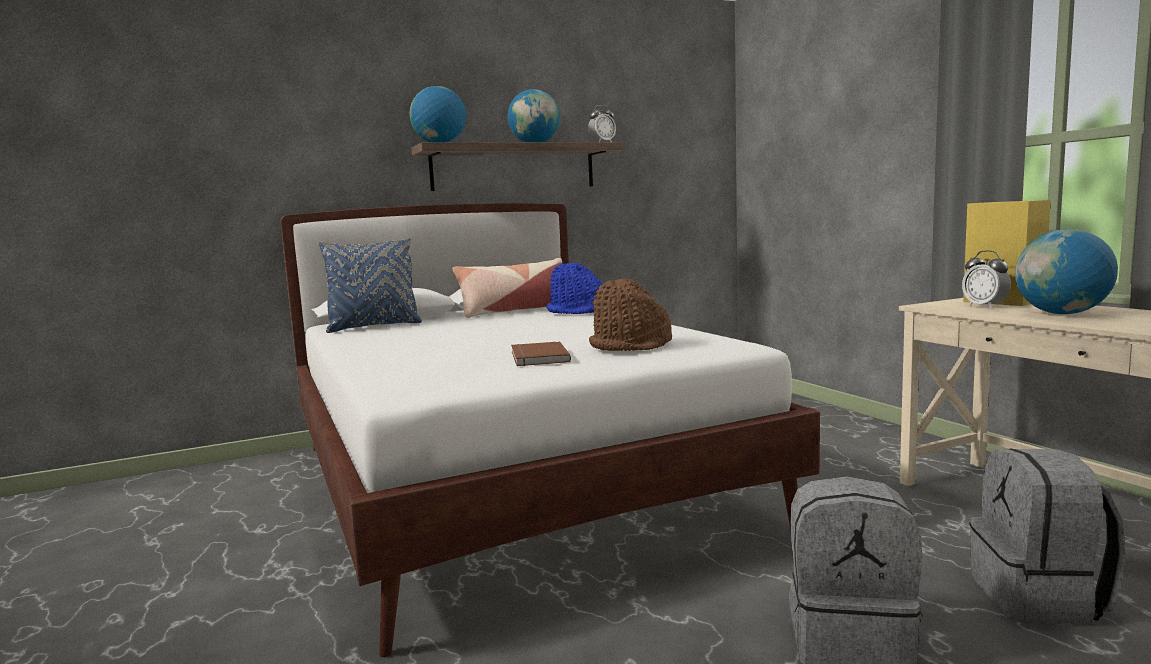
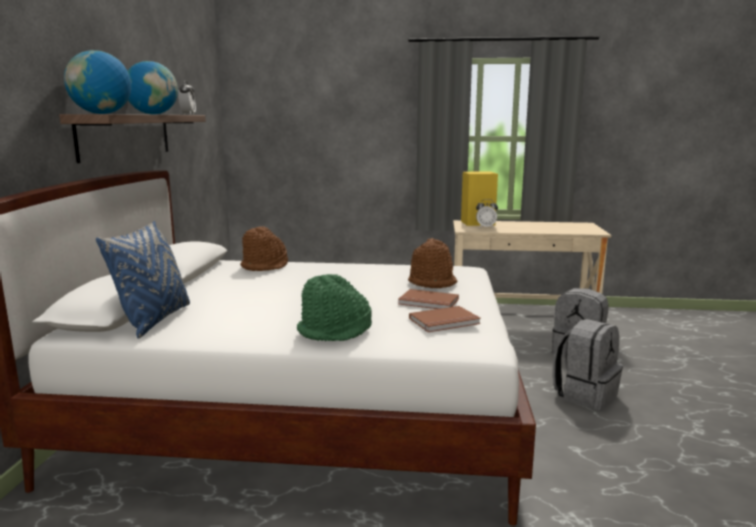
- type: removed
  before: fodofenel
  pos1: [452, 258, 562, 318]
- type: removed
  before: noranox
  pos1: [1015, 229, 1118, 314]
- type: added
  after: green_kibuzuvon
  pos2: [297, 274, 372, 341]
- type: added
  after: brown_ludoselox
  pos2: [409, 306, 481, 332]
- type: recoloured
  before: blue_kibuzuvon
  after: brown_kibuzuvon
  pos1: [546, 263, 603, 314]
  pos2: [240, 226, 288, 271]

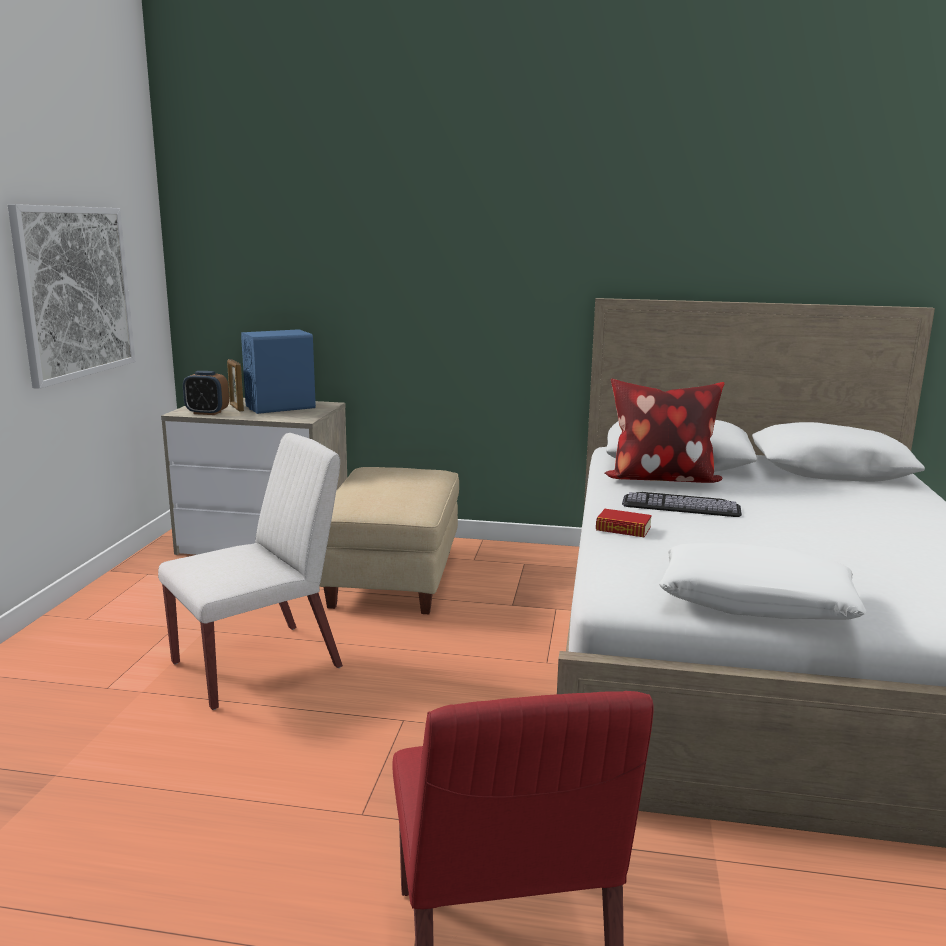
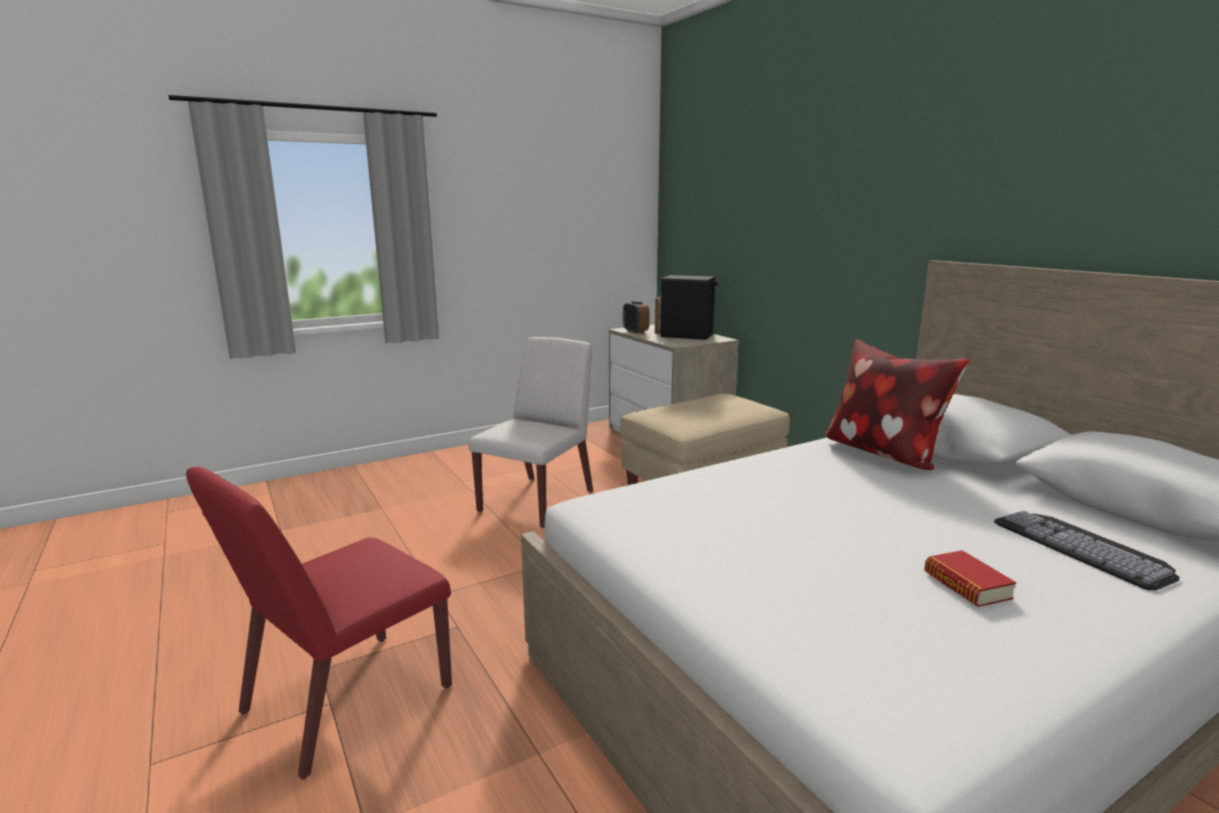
- type: removed
  before: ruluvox
  pos1: [8, 204, 135, 389]
- type: removed
  before: white_fodofenel
  pos1: [659, 543, 866, 620]
- type: moved
  before: ludoselox
  pos1: [596, 509, 652, 537]
  pos2: [924, 550, 1016, 607]
- type: moved
  before: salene
  pos1: [622, 492, 742, 517]
  pos2: [994, 511, 1179, 590]
- type: recoloured
  before: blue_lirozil
  after: black_lirozil
  pos1: [241, 329, 316, 414]
  pos2: [660, 275, 718, 340]
- type: turned
  before: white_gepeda
  pos1: [158, 433, 343, 710]
  pos2: [469, 337, 593, 528]
  turn: -75

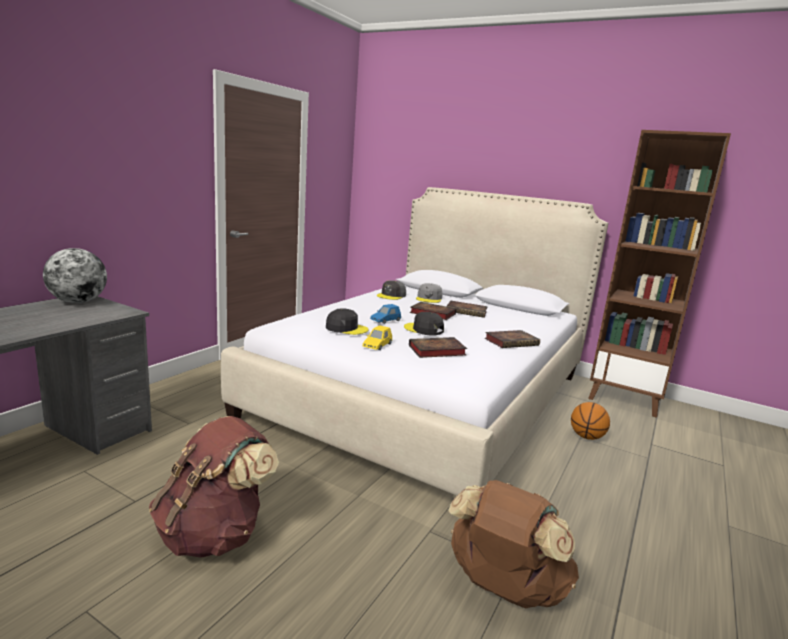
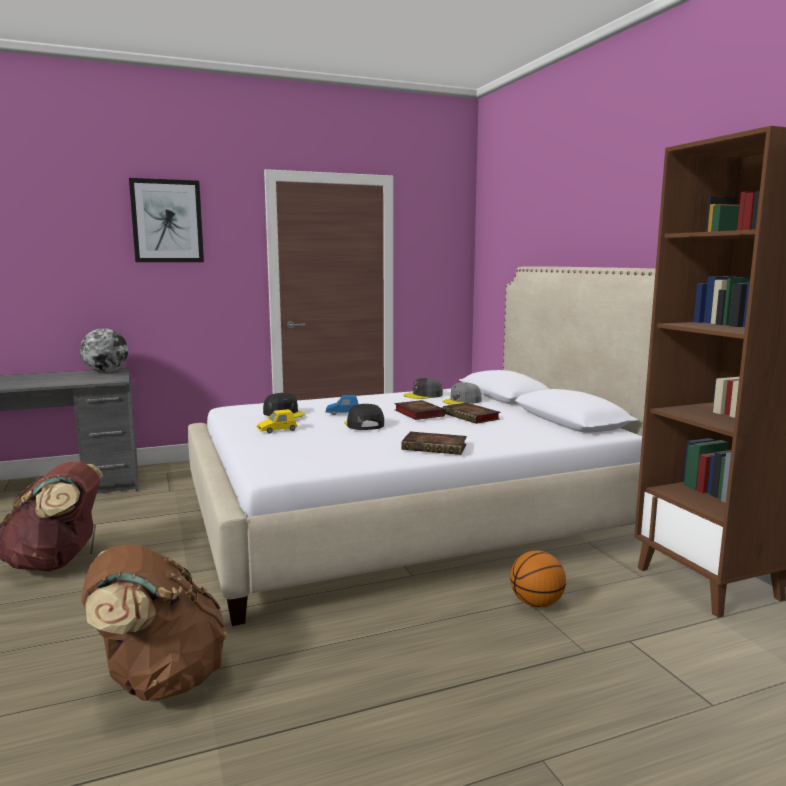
- type: removed
  before: ludoselox
  pos1: [409, 337, 467, 358]
- type: added
  after: ruluvox
  pos2: [129, 178, 204, 262]

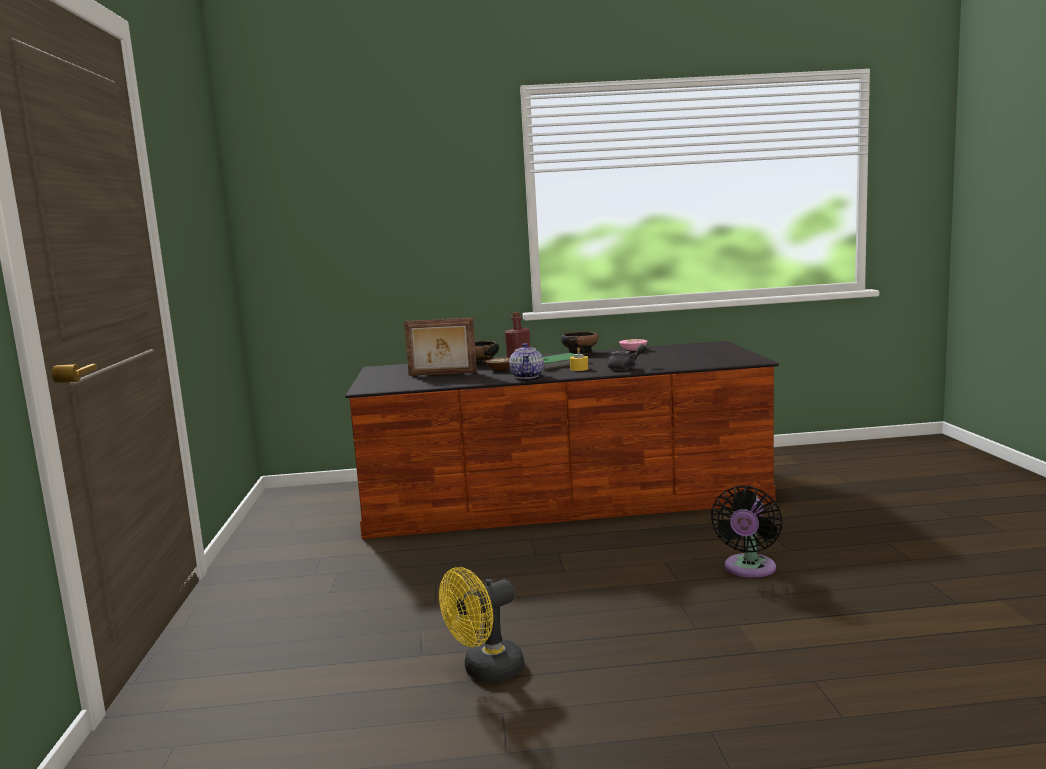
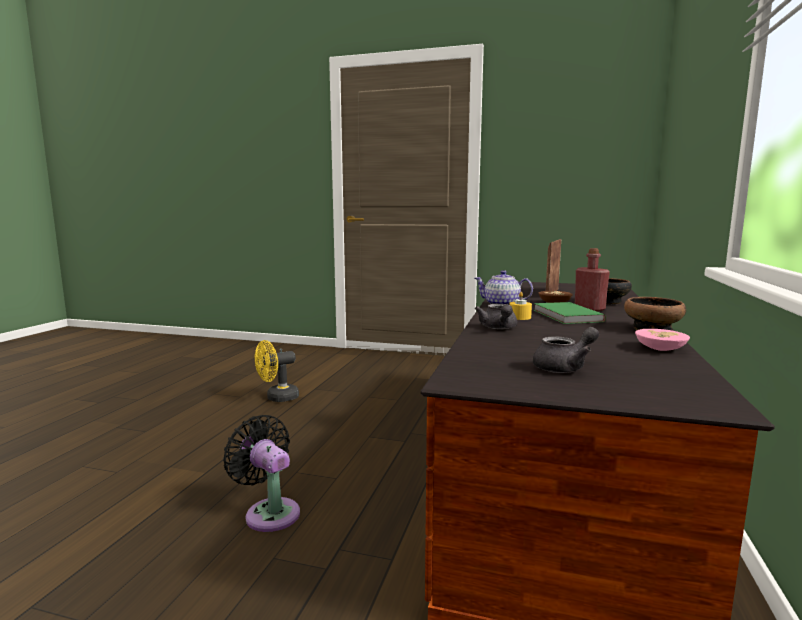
- type: added
  after: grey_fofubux
  pos2: [533, 327, 599, 373]
- type: turned
  before: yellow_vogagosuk
  pos1: [439, 567, 524, 682]
  pos2: [255, 340, 299, 402]
  turn: -105

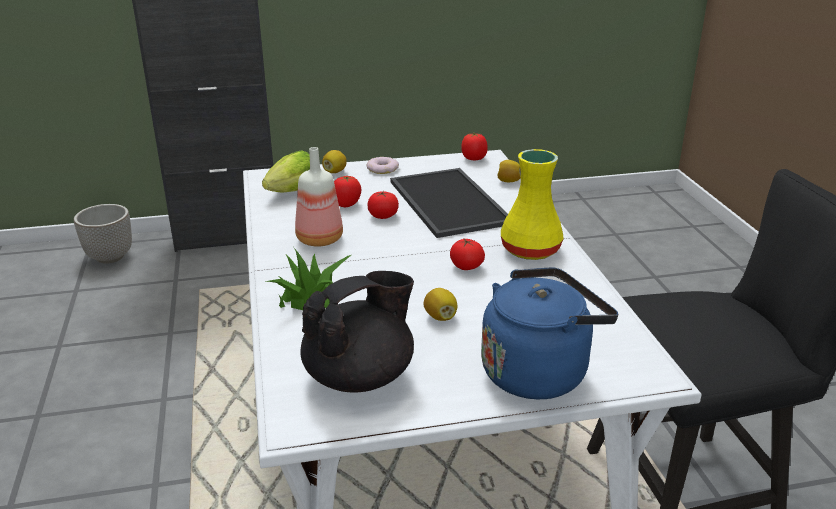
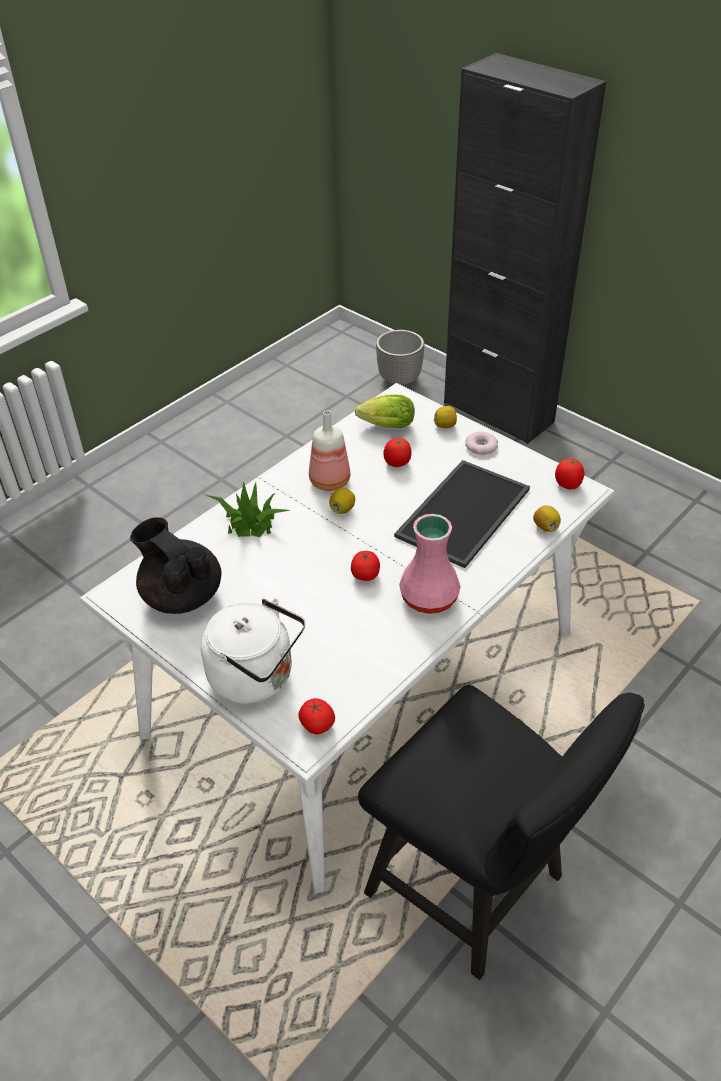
- type: moved
  before: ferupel
  pos1: [368, 191, 399, 219]
  pos2: [298, 698, 335, 735]
- type: moved
  before: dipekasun
  pos1: [424, 288, 457, 321]
  pos2: [329, 488, 355, 514]
- type: recoloured
  before: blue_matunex
  after: white_matunex
  pos1: [481, 267, 618, 399]
  pos2: [201, 598, 305, 704]
- type: recoloured
  before: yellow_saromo
  after: pink_saromo
  pos1: [501, 149, 564, 260]
  pos2: [399, 514, 460, 614]
- type: turned
  before: black_fofubux
  pos1: [300, 271, 414, 393]
  pos2: [130, 517, 222, 614]
  turn: -150

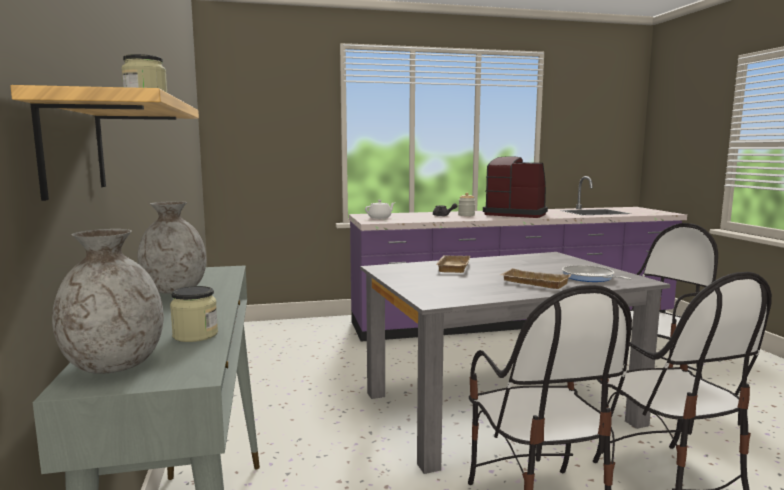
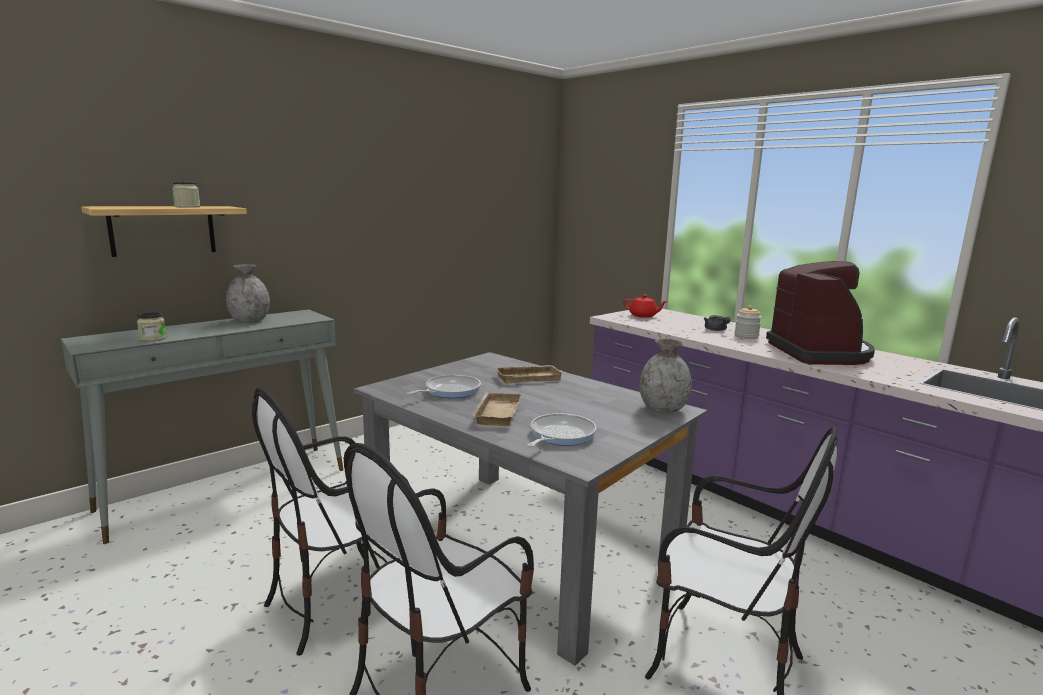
- type: added
  after: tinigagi
  pos2: [407, 375, 481, 398]
- type: moved
  before: grey_saromo
  pos1: [52, 229, 164, 374]
  pos2: [640, 338, 692, 413]
- type: recoloured
  before: white_fofubux
  after: red_fofubux
  pos1: [365, 200, 395, 219]
  pos2: [623, 294, 668, 318]

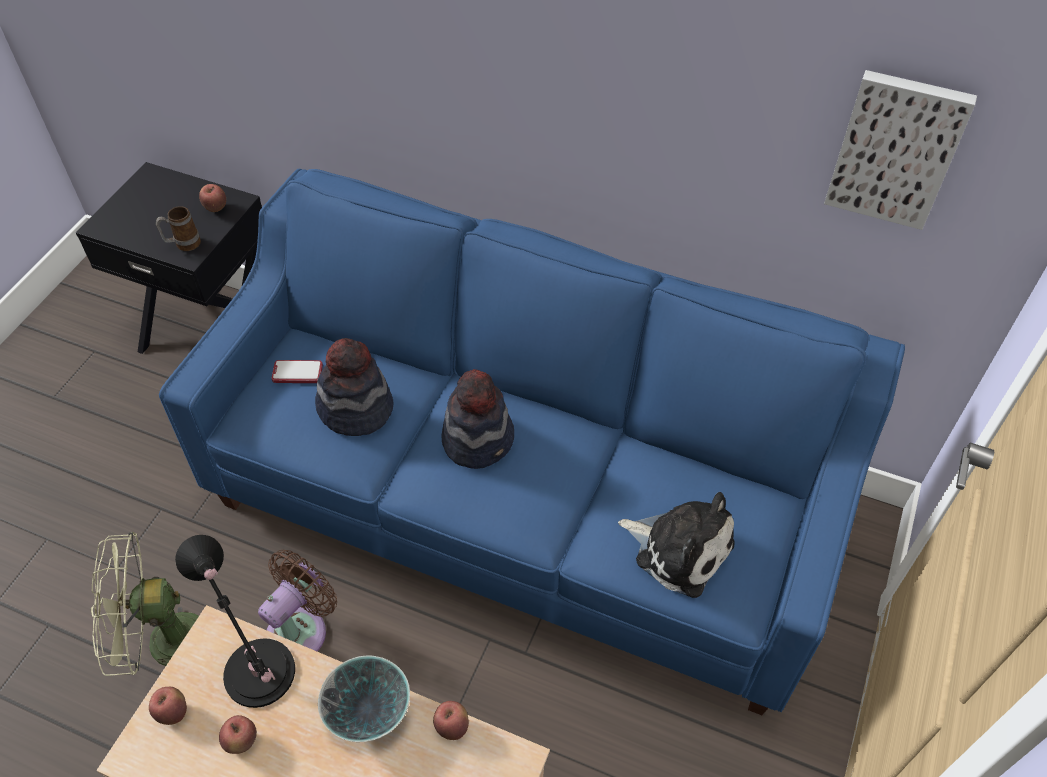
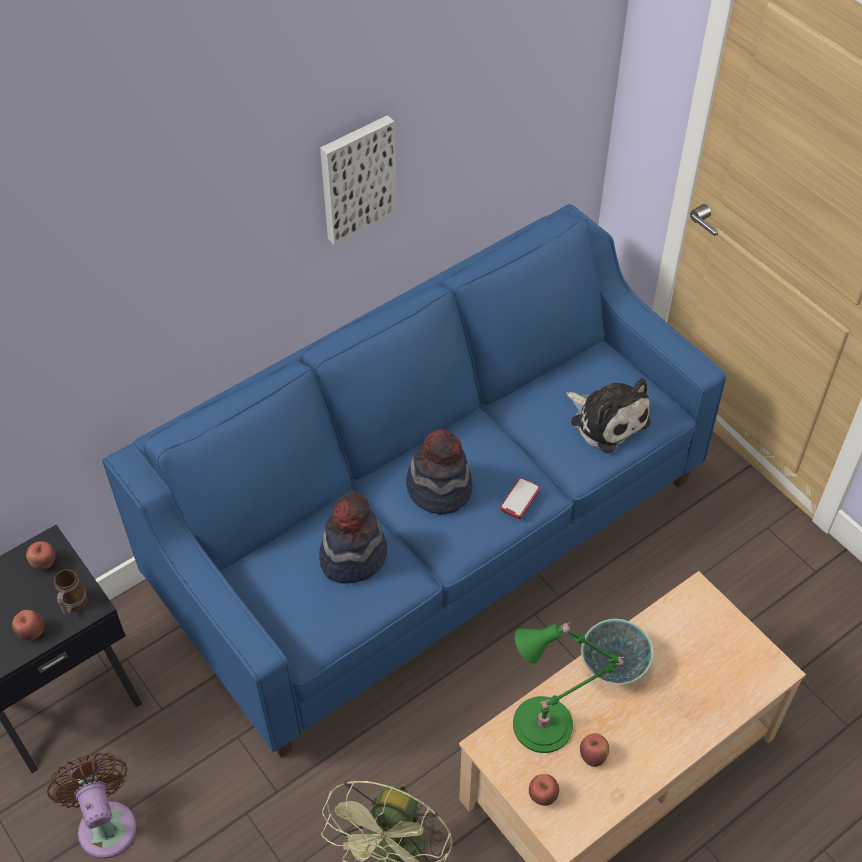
- type: moved
  before: brown_vogagosuk
  pos1: [258, 550, 337, 652]
  pos2: [47, 753, 137, 859]
- type: moved
  before: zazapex
  pos1: [272, 360, 323, 383]
  pos2: [500, 478, 540, 519]
- type: moved
  before: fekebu
  pos1: [433, 701, 469, 740]
  pos2: [12, 610, 44, 640]
- type: moved
  before: ruluvox
  pos1: [824, 70, 977, 230]
  pos2: [320, 115, 397, 245]
- type: recoloured
  before: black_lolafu
  after: green_lolafu
  pos1: [175, 535, 295, 708]
  pos2: [513, 622, 624, 753]
- type: turned
  before: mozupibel
  pos1: [618, 492, 735, 598]
  pos2: [566, 378, 650, 453]
  turn: 75

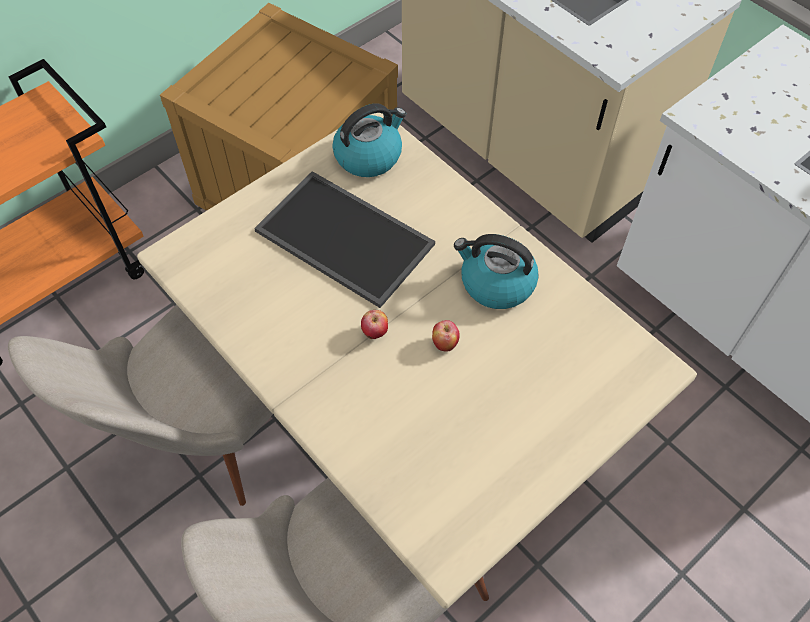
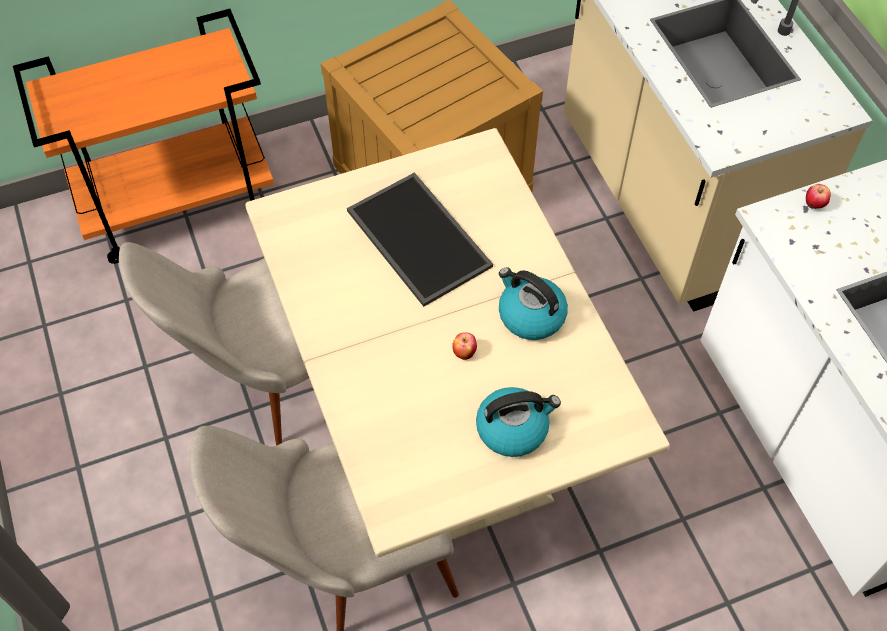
- type: moved
  before: matunex
  pos1: [332, 103, 406, 177]
  pos2: [476, 387, 561, 457]
- type: moved
  before: fekebu
  pos1: [361, 310, 388, 339]
  pos2: [806, 184, 831, 209]

